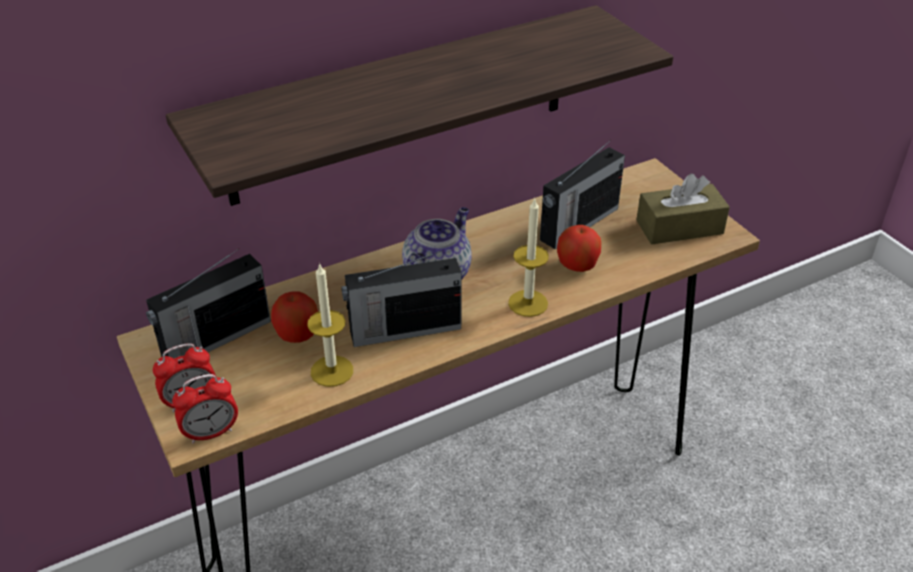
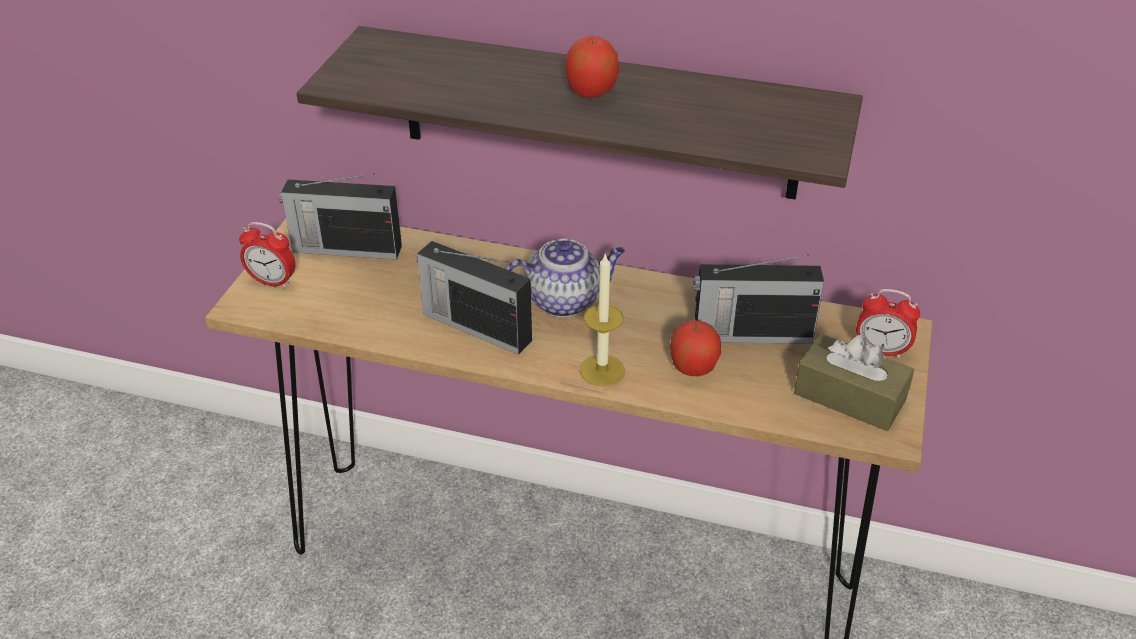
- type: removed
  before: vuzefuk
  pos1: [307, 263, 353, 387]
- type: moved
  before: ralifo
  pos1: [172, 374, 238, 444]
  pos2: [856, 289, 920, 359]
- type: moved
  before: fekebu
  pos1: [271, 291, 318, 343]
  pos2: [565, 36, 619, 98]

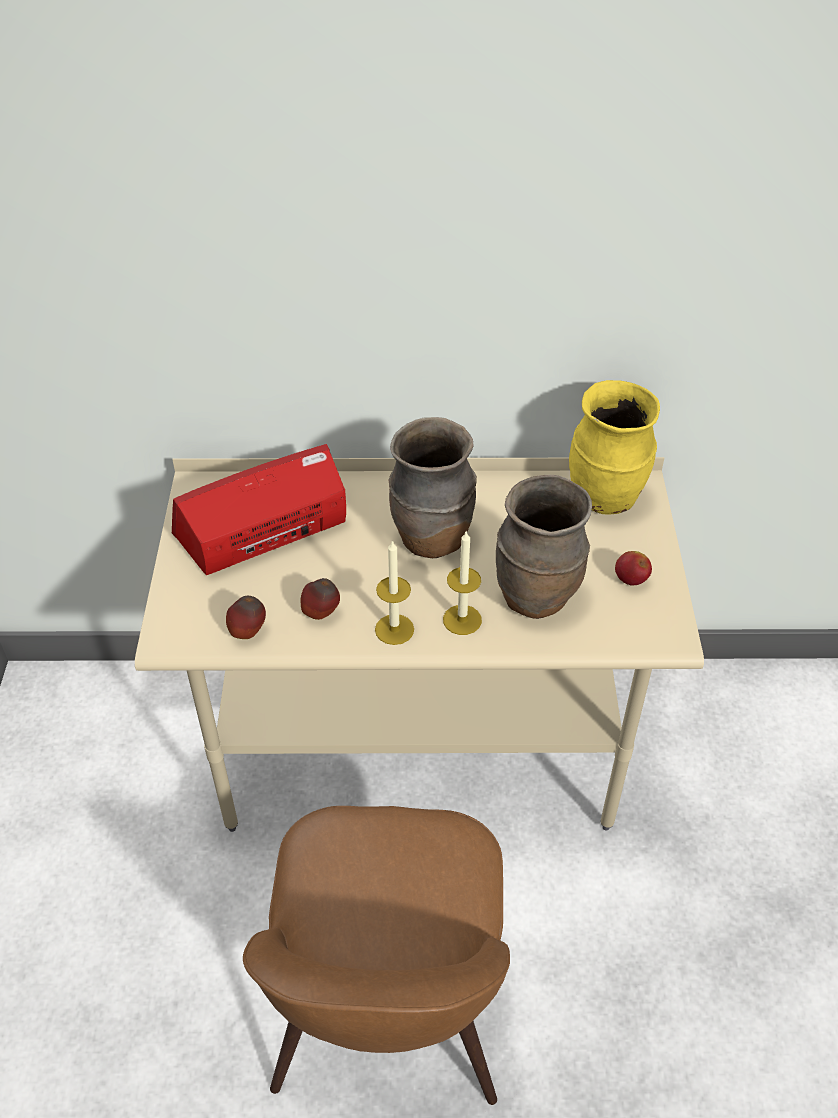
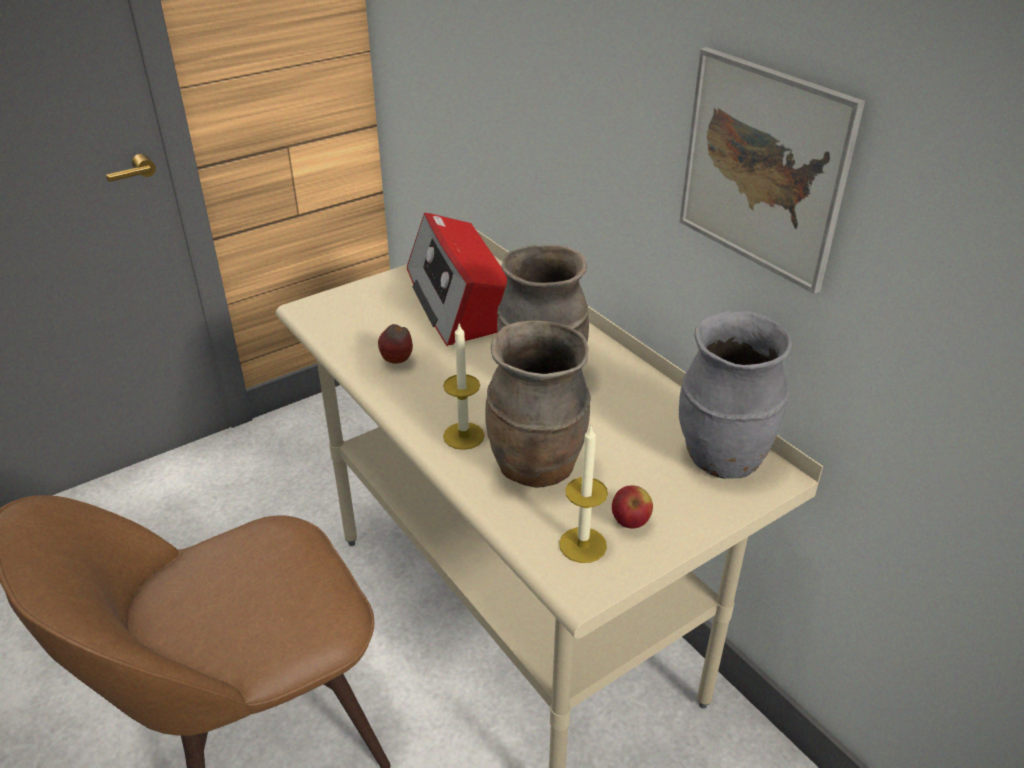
- type: removed
  before: fekebu
  pos1: [226, 596, 266, 639]
- type: added
  after: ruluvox
  pos2: [679, 47, 865, 294]
- type: moved
  before: vuzefuk
  pos1: [375, 540, 414, 645]
  pos2: [559, 427, 608, 563]
- type: recoloured
  before: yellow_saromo
  after: grey_saromo
  pos1: [569, 380, 660, 515]
  pos2: [679, 310, 792, 479]
- type: turned
  before: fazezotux
  pos1: [172, 444, 346, 575]
  pos2: [407, 213, 507, 346]
  turn: -135

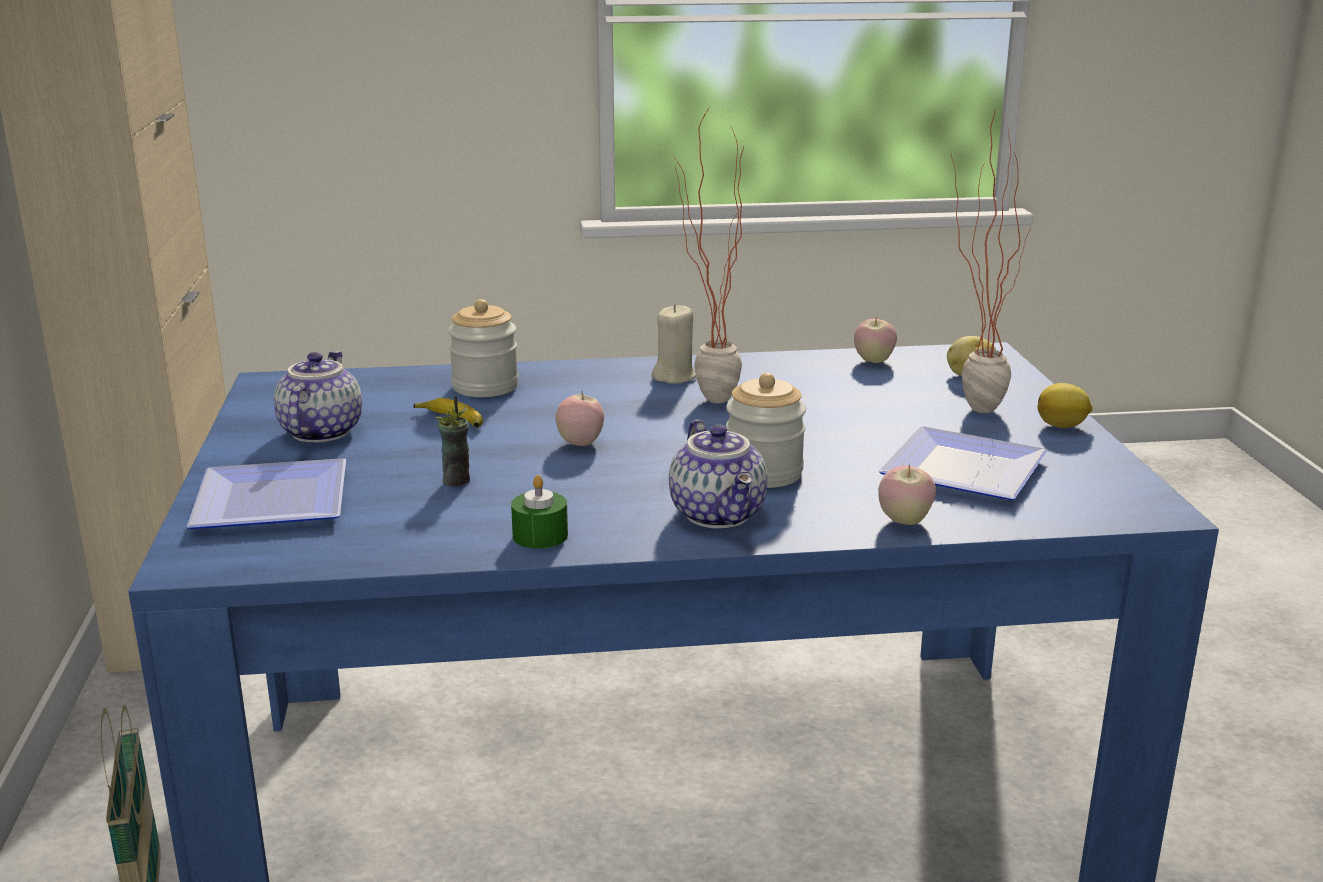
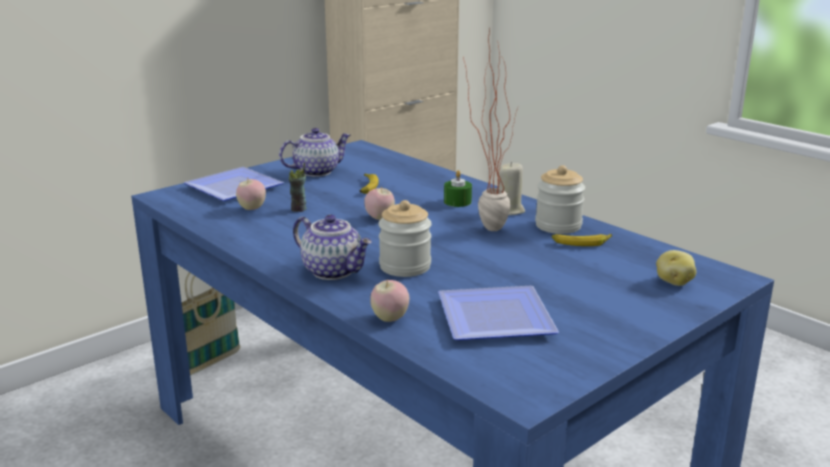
- type: removed
  before: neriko
  pos1: [951, 109, 1031, 413]
- type: removed
  before: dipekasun
  pos1: [1037, 383, 1093, 428]
- type: added
  after: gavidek
  pos2: [551, 234, 612, 246]
- type: moved
  before: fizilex
  pos1: [448, 299, 519, 397]
  pos2: [535, 165, 585, 234]
- type: moved
  before: green_vuzefuk
  pos1: [511, 475, 568, 549]
  pos2: [444, 170, 472, 207]
- type: moved
  before: fekebu
  pos1: [854, 317, 897, 363]
  pos2: [236, 179, 266, 210]
- type: turned
  before: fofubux
  pos1: [669, 420, 768, 528]
  pos2: [293, 215, 372, 280]
  turn: -90

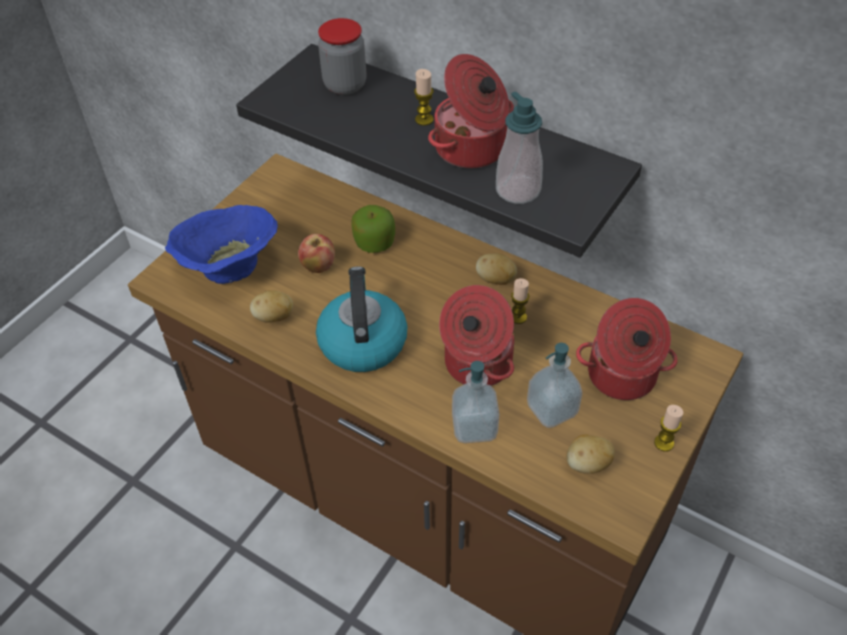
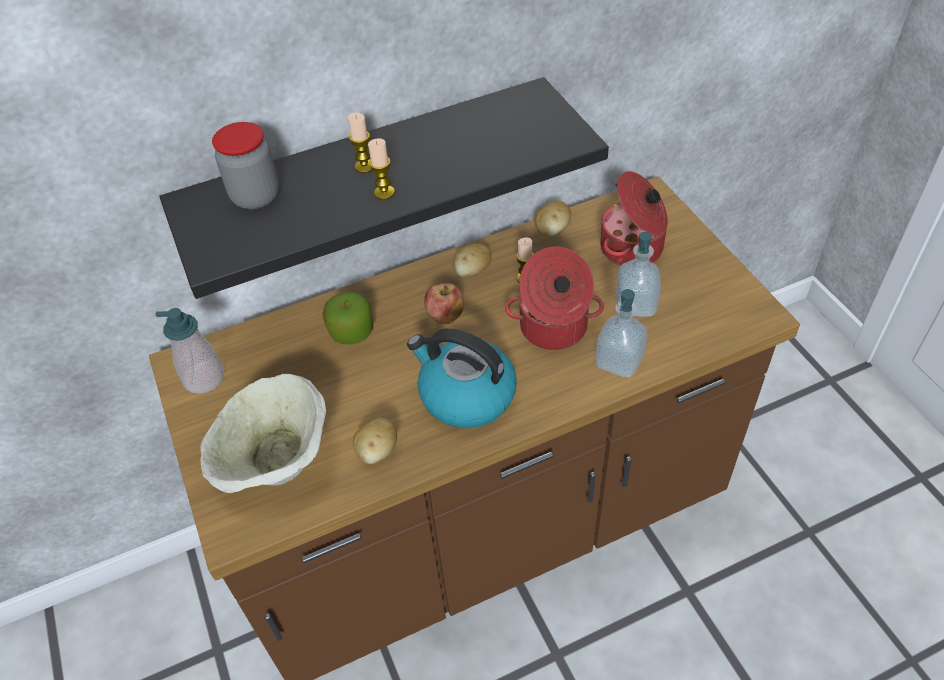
- type: removed
  before: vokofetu
  pos1: [428, 54, 514, 168]
- type: moved
  before: fekebu
  pos1: [298, 234, 335, 273]
  pos2: [424, 282, 464, 324]
- type: moved
  before: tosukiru
  pos1: [496, 92, 543, 204]
  pos2: [155, 308, 224, 394]
- type: moved
  before: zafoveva
  pos1: [566, 434, 615, 474]
  pos2: [534, 200, 571, 236]
- type: moved
  before: vuzefuk
  pos1: [654, 405, 683, 452]
  pos2: [368, 139, 395, 200]
- type: recoloured
  before: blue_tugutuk
  after: beige_tugutuk
  pos1: [165, 205, 278, 284]
  pos2: [200, 374, 326, 493]

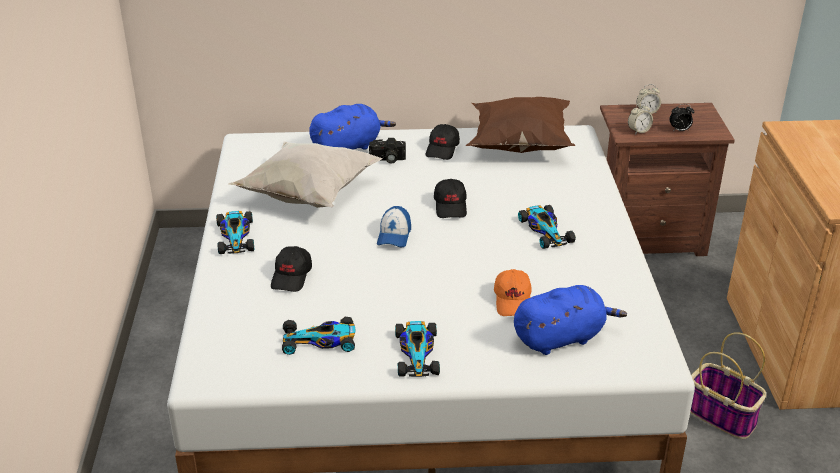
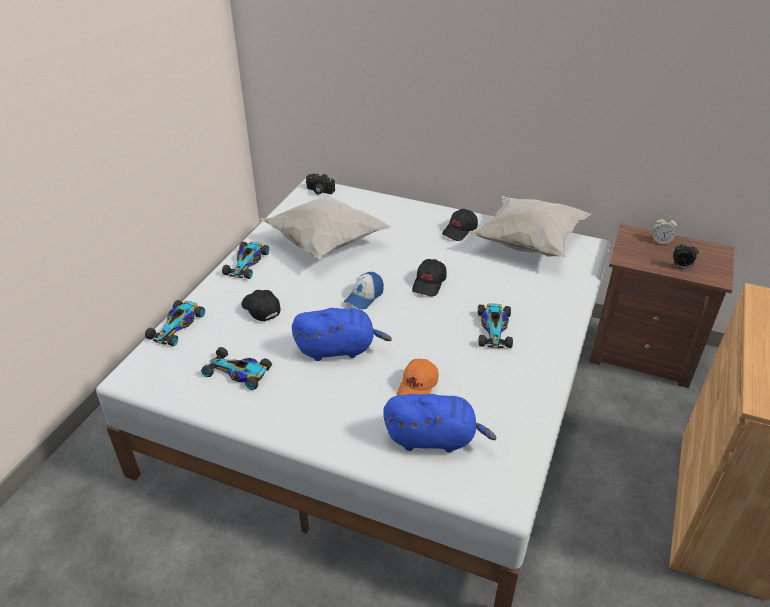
- type: removed
  before: ralifo
  pos1: [628, 103, 653, 134]
- type: removed
  before: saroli
  pos1: [690, 332, 766, 439]
- type: moved
  before: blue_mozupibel
  pos1: [309, 104, 396, 150]
  pos2: [292, 308, 392, 361]
- type: moved
  before: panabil
  pos1: [369, 138, 406, 164]
  pos2: [306, 173, 335, 195]
- type: moved
  before: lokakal
  pos1: [395, 321, 440, 377]
  pos2: [145, 300, 205, 347]
- type: recoloured
  before: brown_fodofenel
  after: white_fodofenel
  pos1: [466, 97, 575, 153]
  pos2: [468, 196, 591, 257]
- type: turned
  before: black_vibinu
  pos1: [271, 246, 312, 292]
  pos2: [241, 290, 281, 321]
  turn: 105

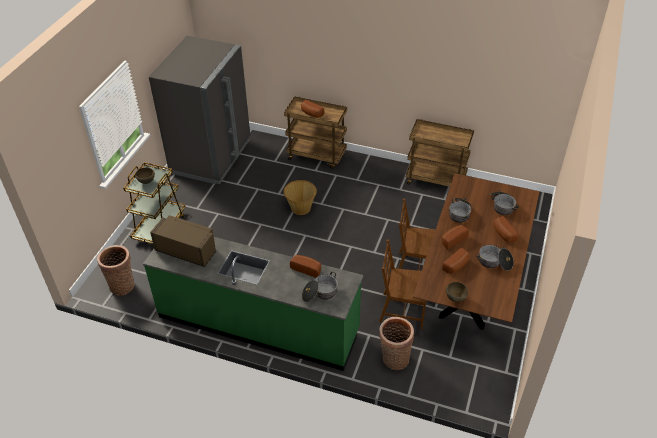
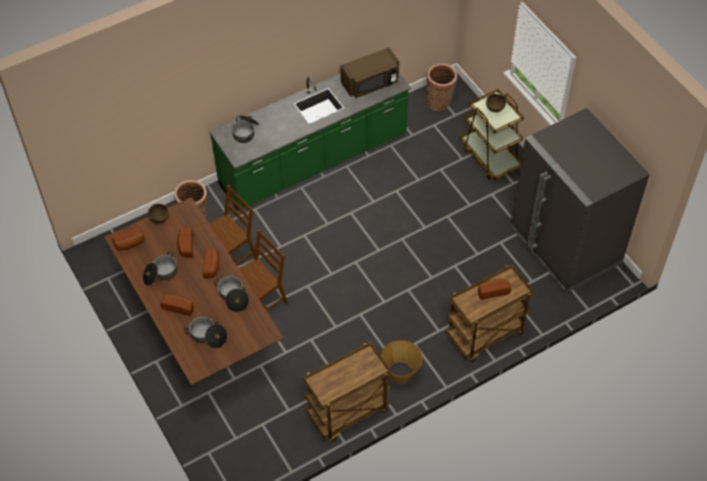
- type: moved
  before: saroli
  pos1: [283, 180, 317, 215]
  pos2: [381, 340, 423, 384]
- type: moved
  before: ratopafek
  pos1: [290, 255, 321, 278]
  pos2: [112, 227, 144, 251]

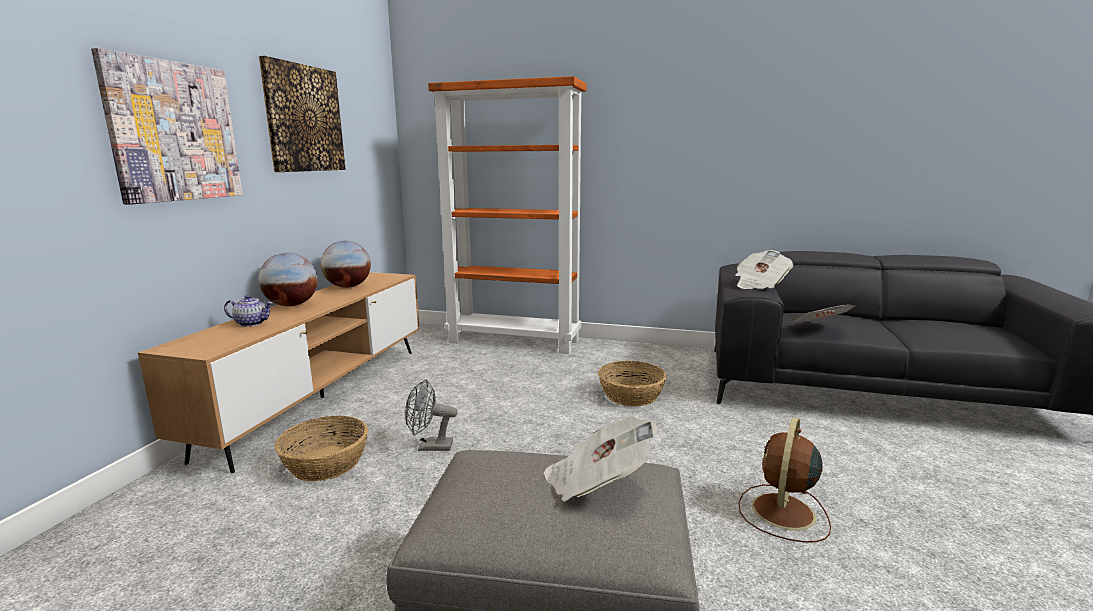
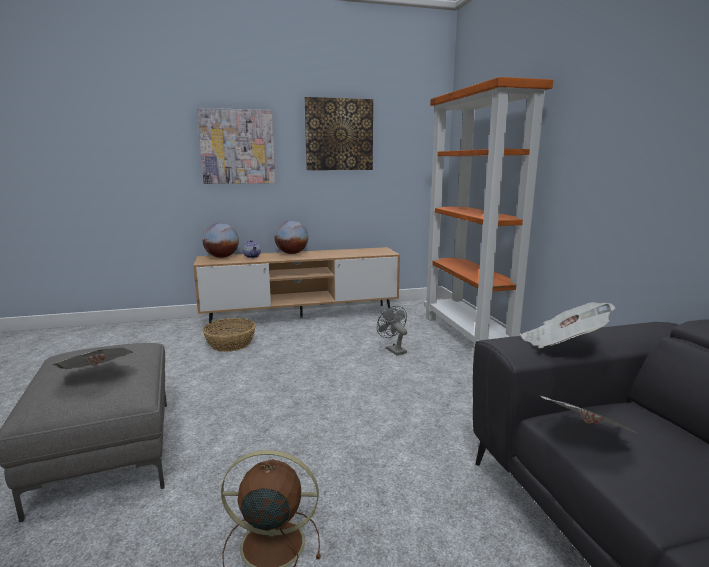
- type: removed
  before: saroli
  pos1: [598, 361, 667, 406]
- type: moved
  before: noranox
  pos1: [321, 241, 371, 288]
  pos2: [202, 223, 239, 258]
- type: moved
  before: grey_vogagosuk
  pos1: [405, 379, 458, 451]
  pos2: [377, 306, 407, 356]

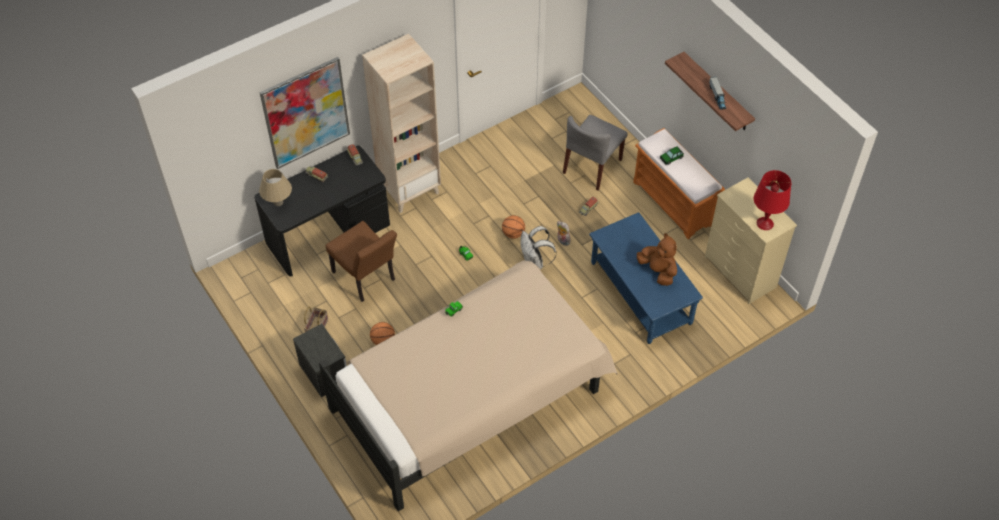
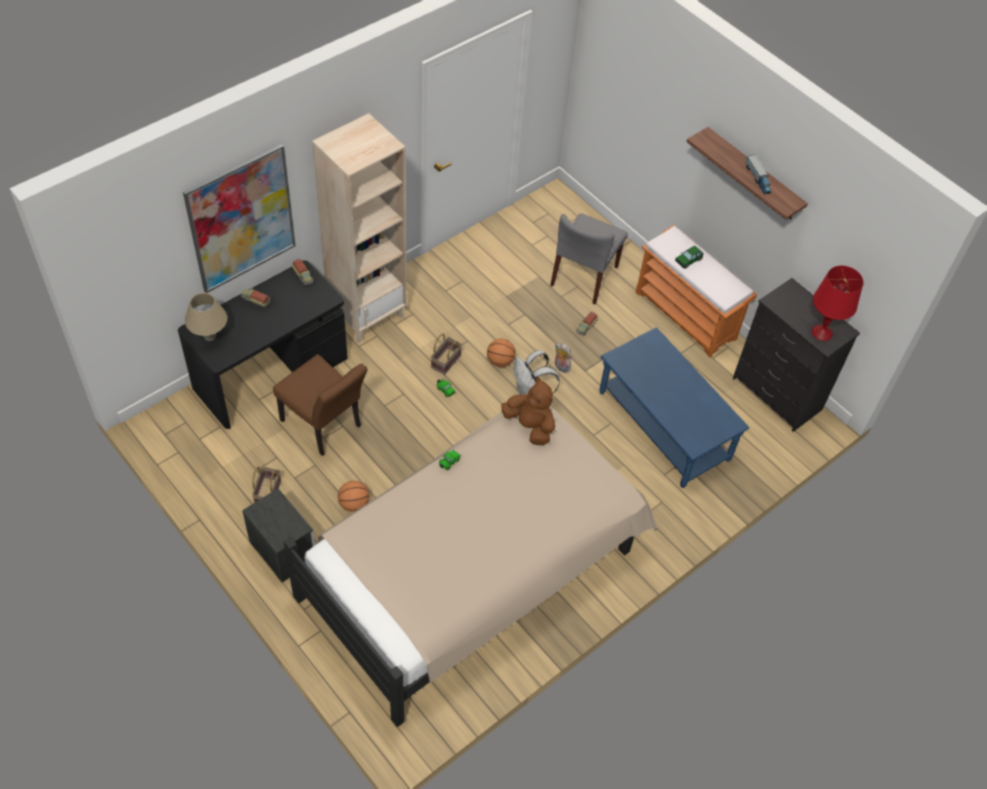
- type: added
  after: saroli
  pos2: [431, 334, 462, 375]
- type: moved
  before: brown_mozupibel
  pos1: [637, 233, 677, 286]
  pos2: [501, 377, 555, 445]
- type: recoloured
  before: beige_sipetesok
  after: black_sipetesok
  pos1: [705, 177, 797, 304]
  pos2: [733, 278, 860, 432]

